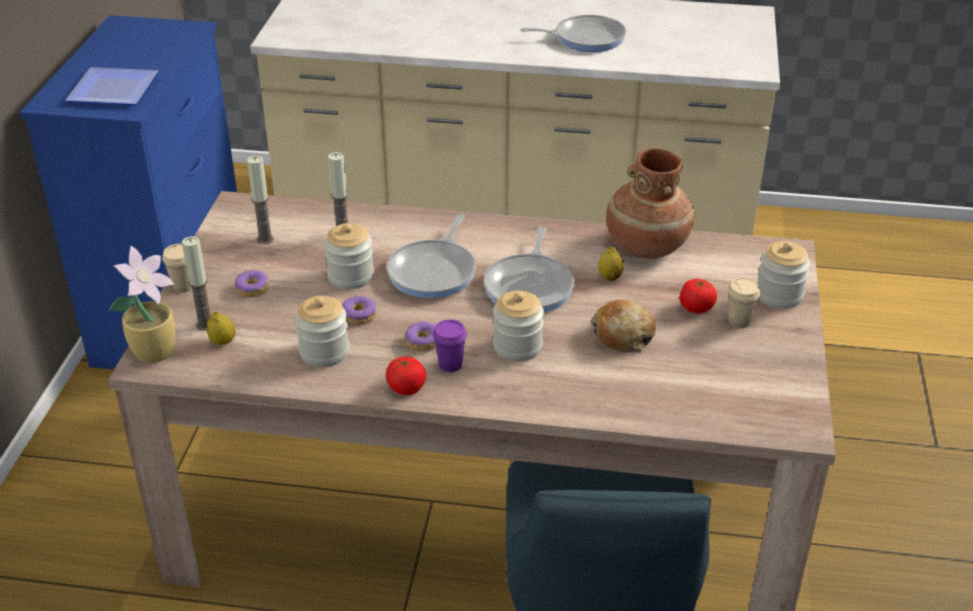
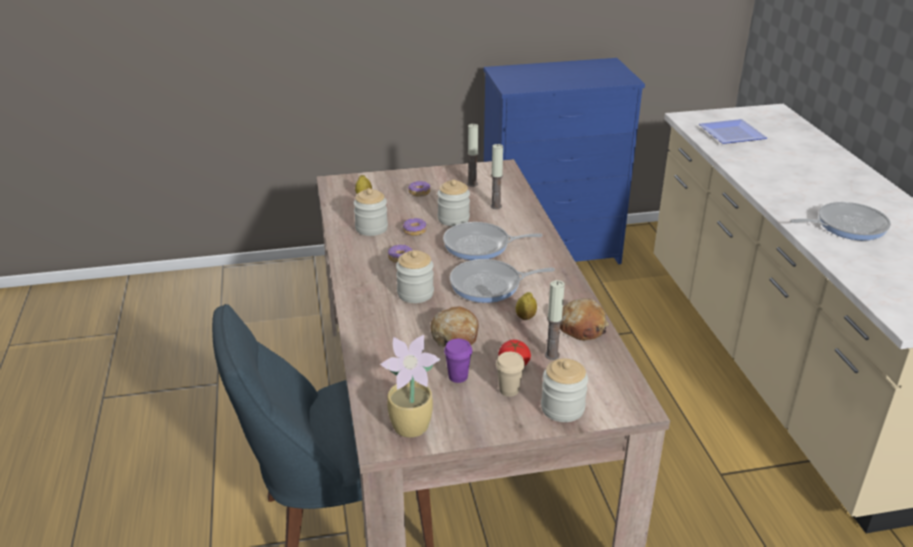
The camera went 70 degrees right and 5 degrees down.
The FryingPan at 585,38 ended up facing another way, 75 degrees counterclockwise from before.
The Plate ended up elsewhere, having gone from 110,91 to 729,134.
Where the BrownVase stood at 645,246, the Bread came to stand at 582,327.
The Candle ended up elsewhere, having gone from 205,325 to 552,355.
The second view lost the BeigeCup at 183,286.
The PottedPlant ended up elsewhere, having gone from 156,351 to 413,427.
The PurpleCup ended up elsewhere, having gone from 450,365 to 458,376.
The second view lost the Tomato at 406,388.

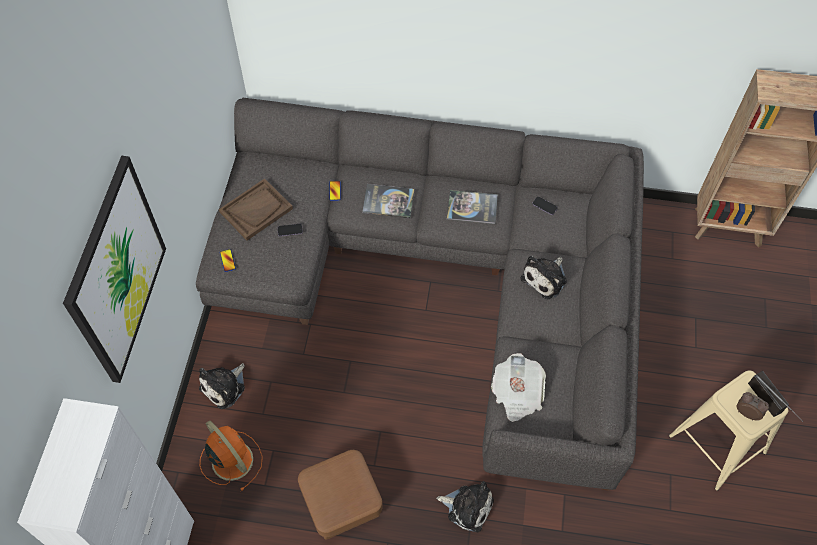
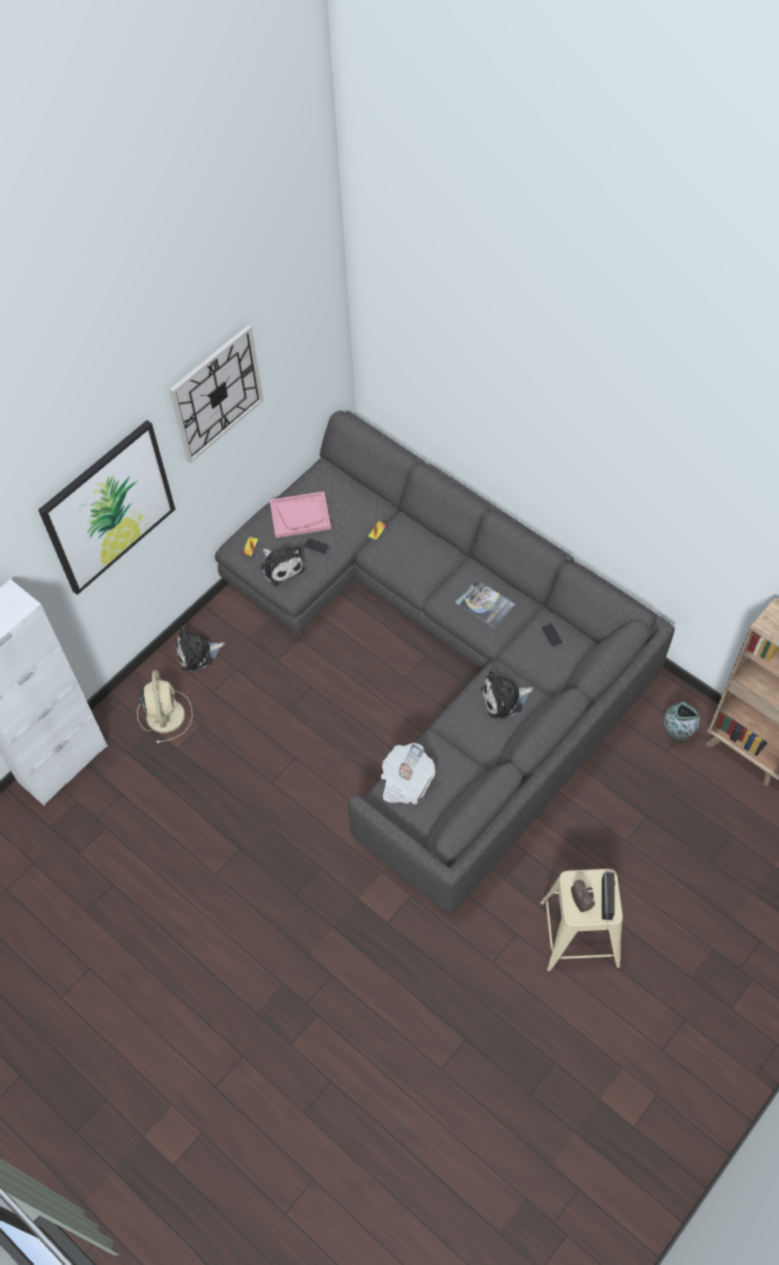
The camera went 35 degrees right and 0 degrees up.
What was the BrownTray at 256,210 turned into the PinkTray at 300,515.
The second view lost the Book at 388,201.
What was the OrangeFan at 231,459 turned into the BeigeFan at 165,714.
The second view lost the BrownOttoman at 342,504.
The PlushToy ended up elsewhere, having gone from 467,507 to 281,566.
The second view gained the WallClock at 216,394.
The second view gained the Vase at 676,732.

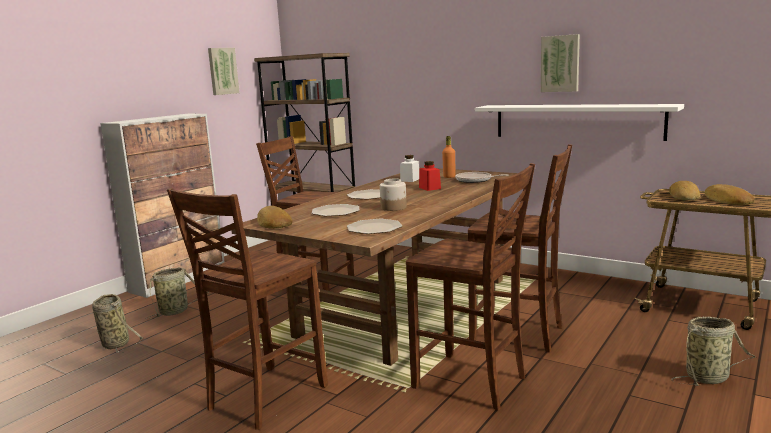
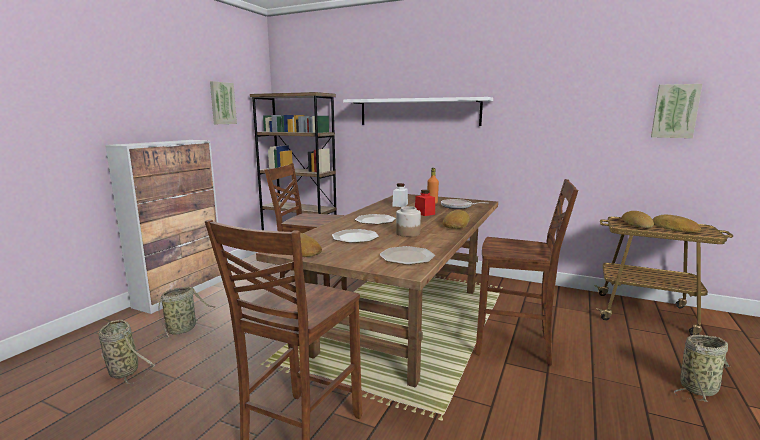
The camera went 10 degrees left and 0 degrees up.
The Picture ended up elsewhere, having gone from 560,63 to 675,111.
The WhiteShelf ended up elsewhere, having gone from 576,121 to 418,112.
The second view lost the BrownChair at 471,382.
The second view gained the Bread at 455,224.

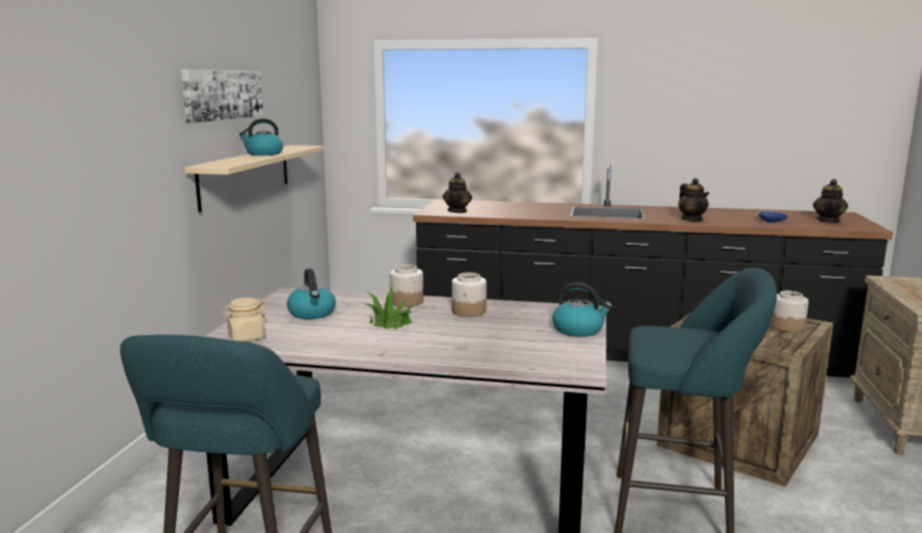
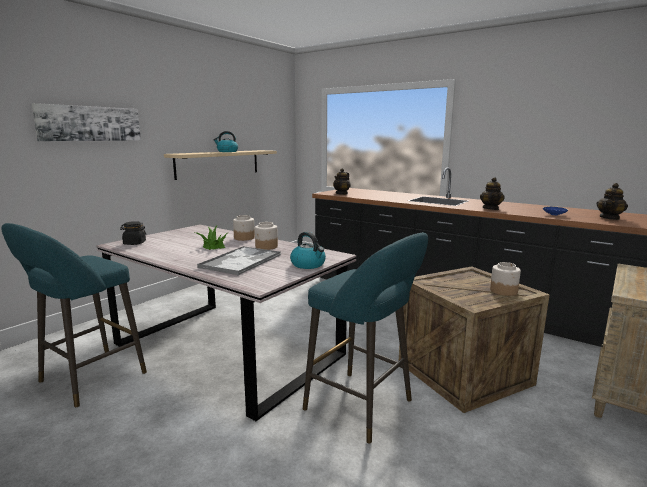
The camera went 25 degrees right and 0 degrees up.
The Picture ended up elsewhere, having gone from 223,94 to 90,123.
The second view lost the Kettle at 312,313.
What was the BeigeJar at 246,337 turned into the BlackJar at 134,243.
The second view gained the Tray at 241,261.

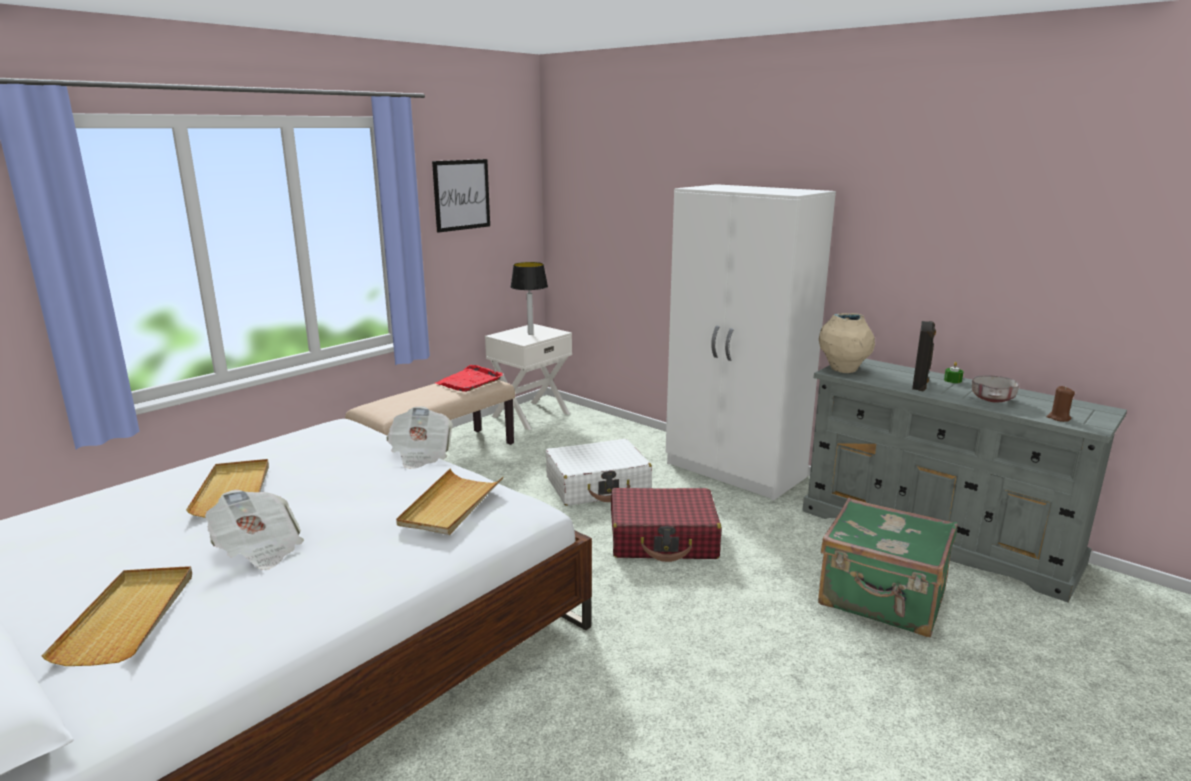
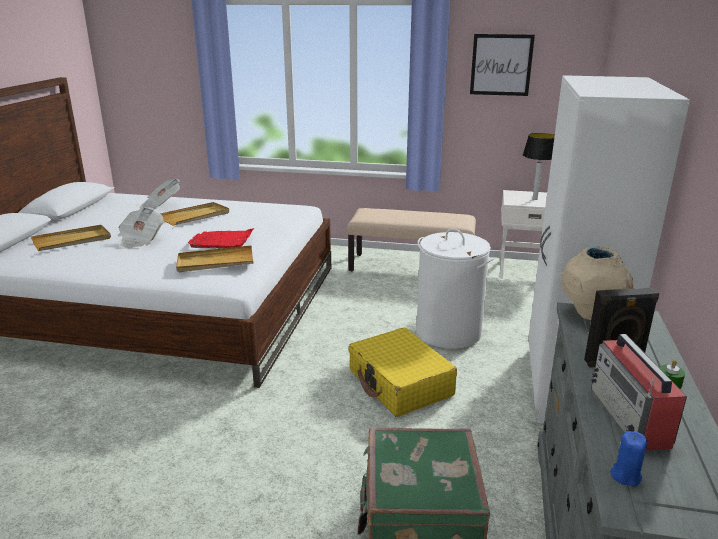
The camera went 60 degrees right and 5 degrees up.
The RedTray ended up elsewhere, having gone from 469,381 to 222,241.
Where the GreyBowl stood at 992,399, the Radio came to stand at 630,417.
What was the BrownCandle at 1058,418 turned into the BlueCandle at 625,475.
The Newspaper ended up elsewhere, having gone from 421,454 to 161,205.
Where the WhiteSuitcase stood at 598,486, the WhiteLaundryBasket came to stand at 449,332.
What was the RedSuitcase at 663,539 turned into the YellowSuitcase at 400,383.

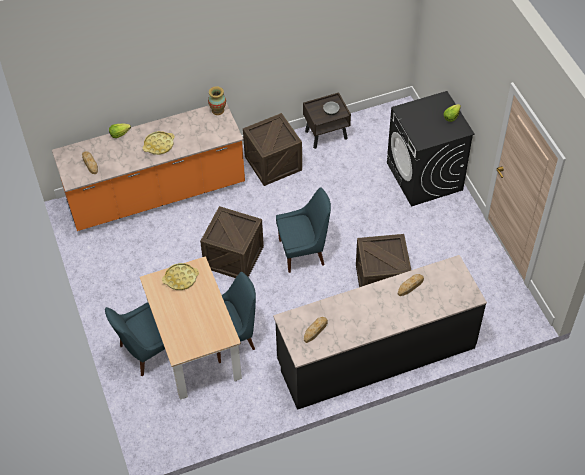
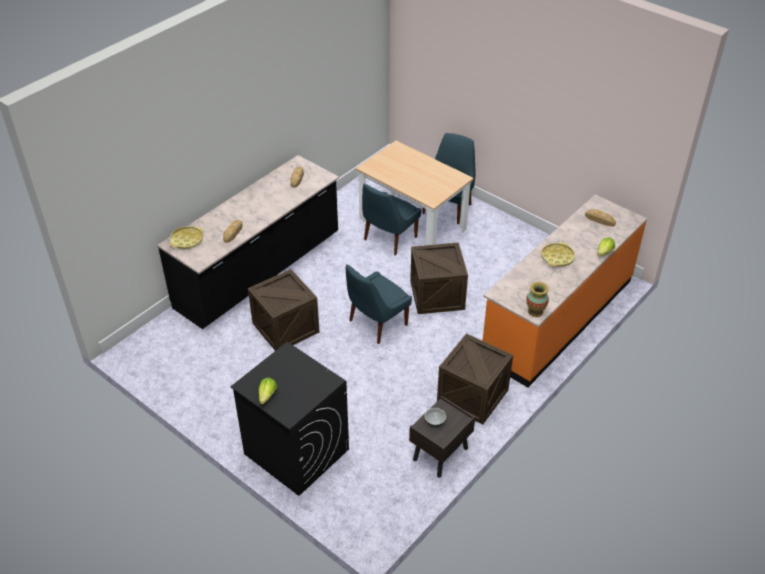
The camera went 150 degrees right and 10 degrees down.
The YellowTray ended up elsewhere, having gone from 180,278 to 187,240.

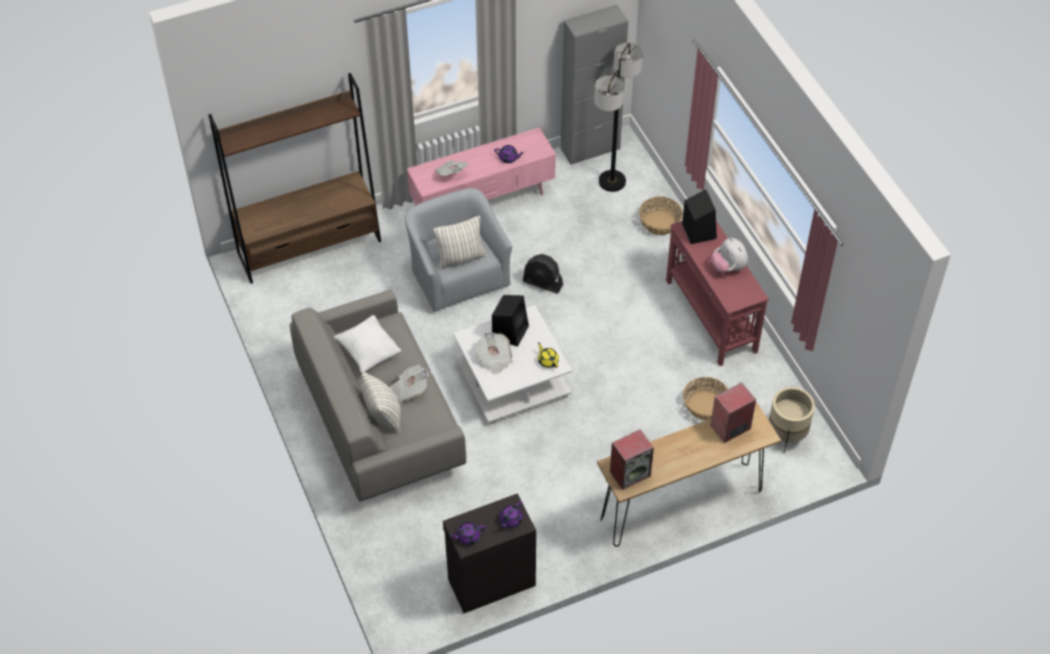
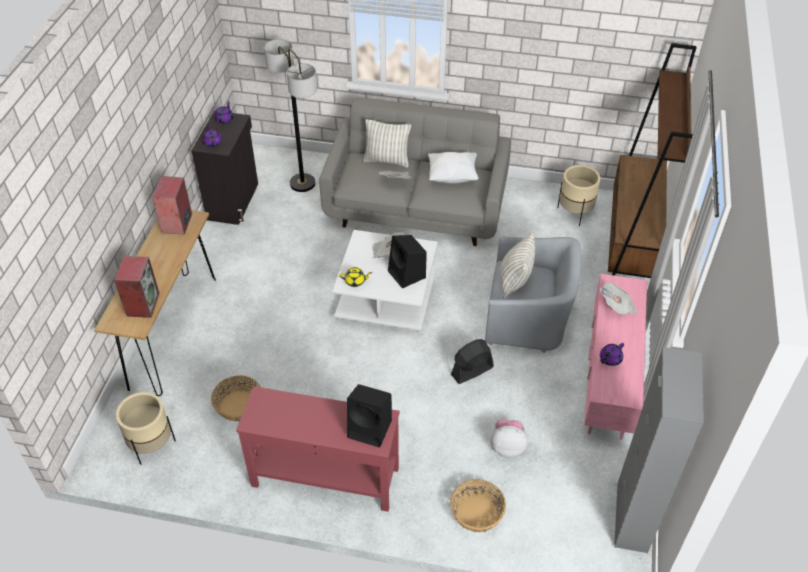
The camera went 125 degrees right and 5 degrees down.
The FloorLamp ended up elsewhere, having gone from 612,181 to 302,183.
The PlushToy ended up elsewhere, having gone from 728,267 to 507,447.
The second view gained the BeigePlanter at 575,213.

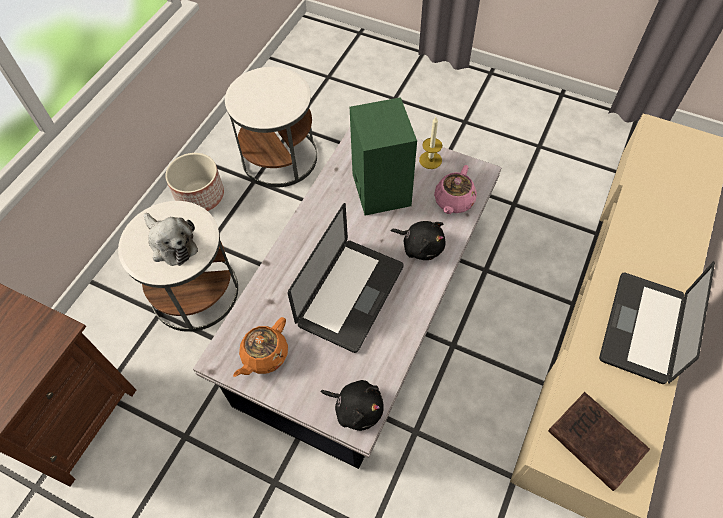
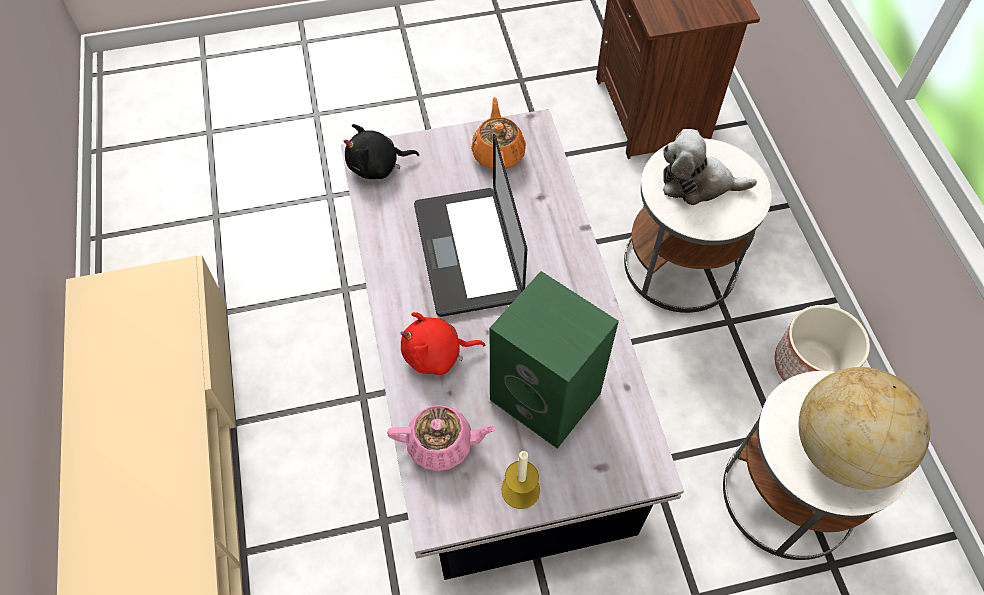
The camera went 140 degrees right and 0 degrees up.
The PinkTeapot at 453,201 ended up facing another way, 105 degrees clockwise from before.
What was the BlackPlushToy at 420,246 turned into the RedPlushToy at 437,354.
The second view lost the Laptop at 642,328.
The second view lost the BrownBook at 593,440.
The second view gained the Globe at 841,449.

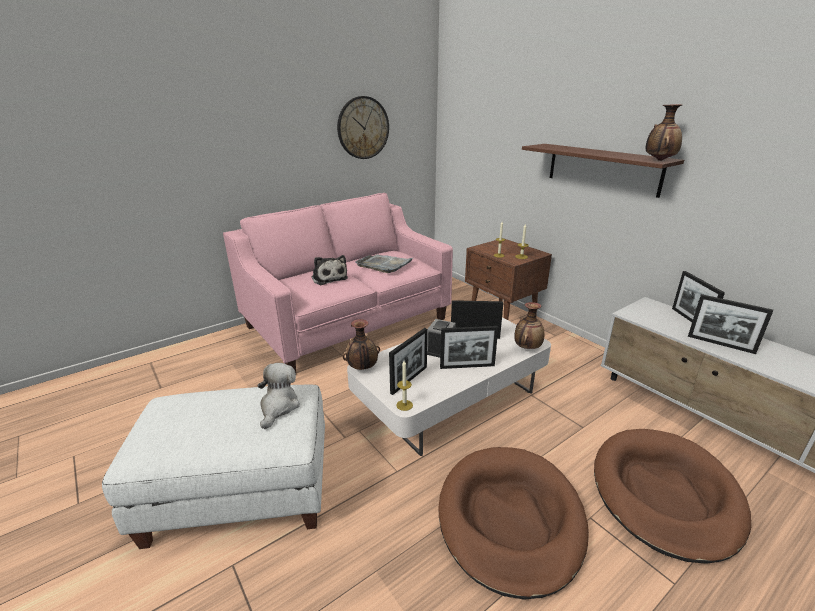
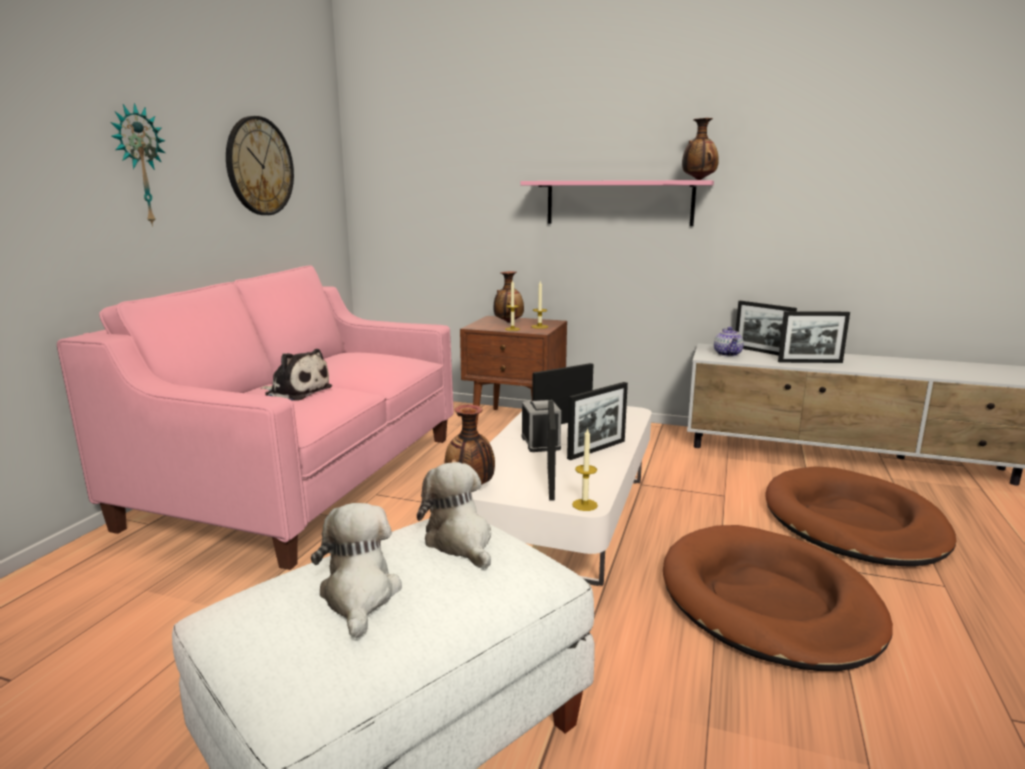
The camera went 35 degrees left and 10 degrees down.
What was the BrownShelf at 602,169 turned into the PinkShelf at 619,203.
The second view lost the GreyTray at 384,264.
The Vase ended up elsewhere, having gone from 527,347 to 508,322.
The second view gained the WallClock at 139,166.
The second view gained the Teapot at 728,354.
The second view gained the PlushToy at 359,595.

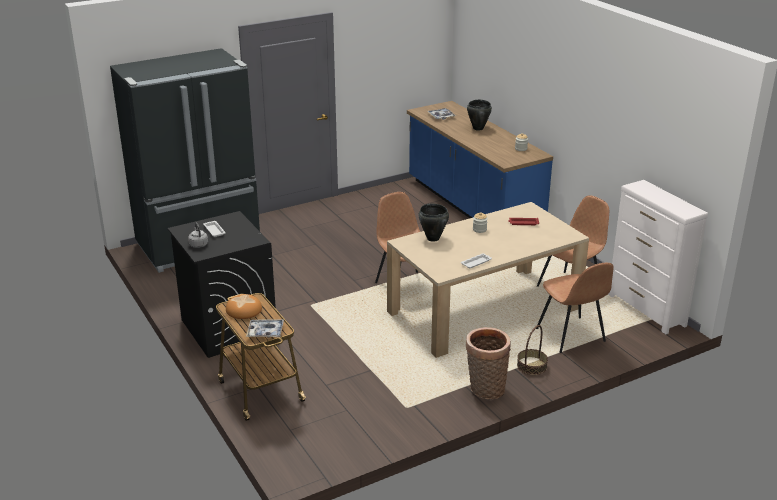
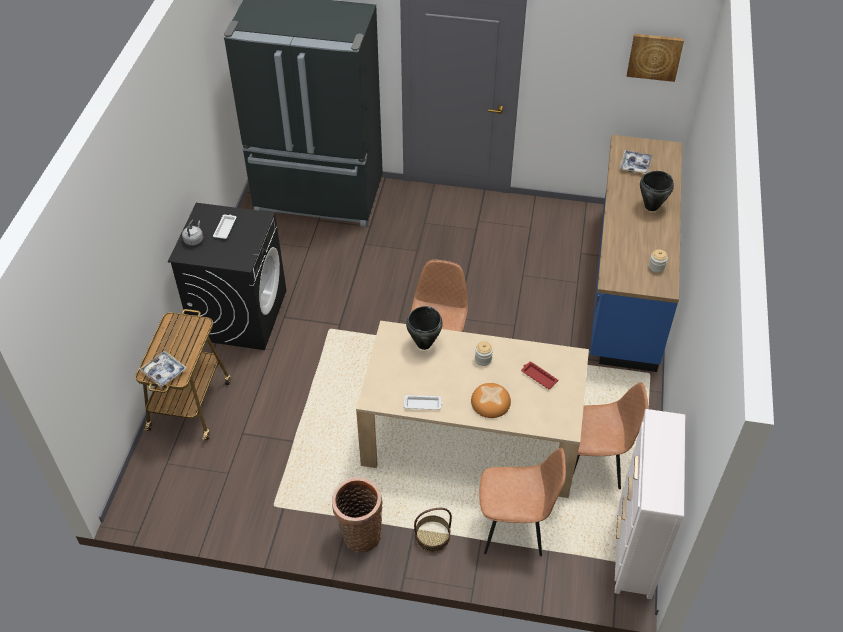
The camera went 40 degrees right and 20 degrees up.
The BrownChair at 571,336 ended up facing another way, 105 degrees counterclockwise from before.
The Bread ended up elsewhere, having gone from 244,310 to 491,402.
The second view gained the Picture at 654,56.

